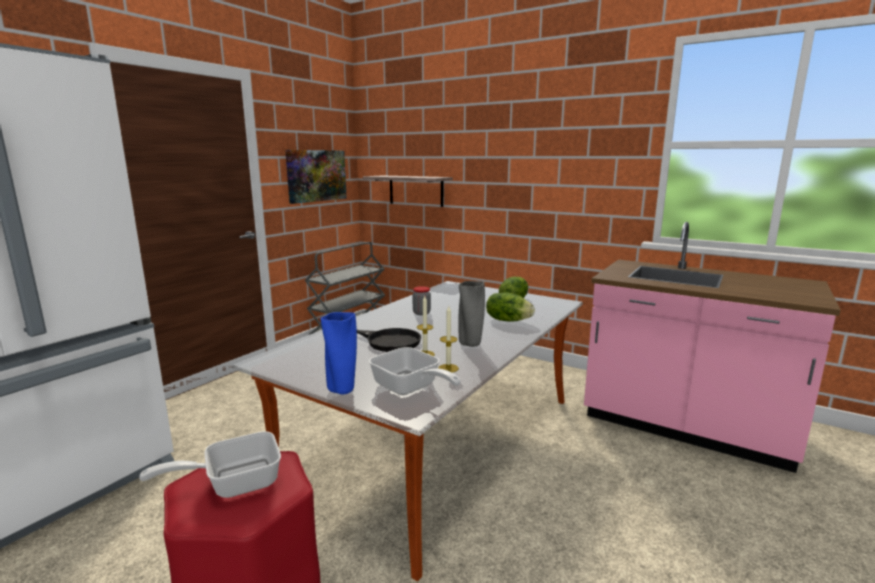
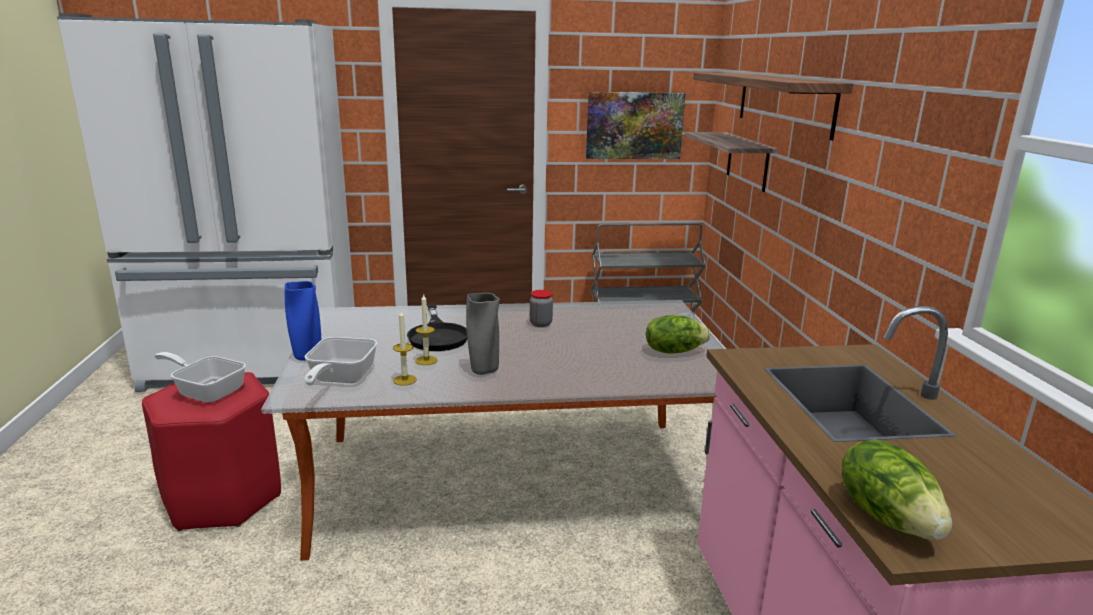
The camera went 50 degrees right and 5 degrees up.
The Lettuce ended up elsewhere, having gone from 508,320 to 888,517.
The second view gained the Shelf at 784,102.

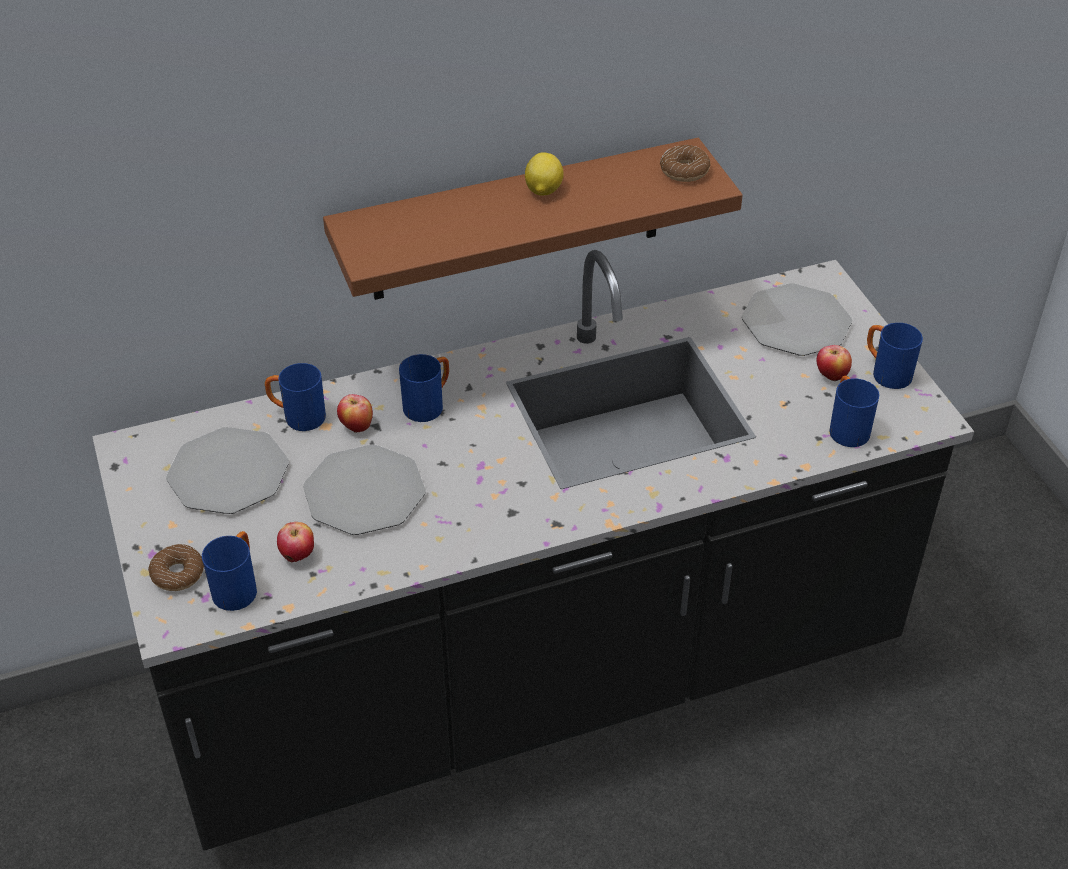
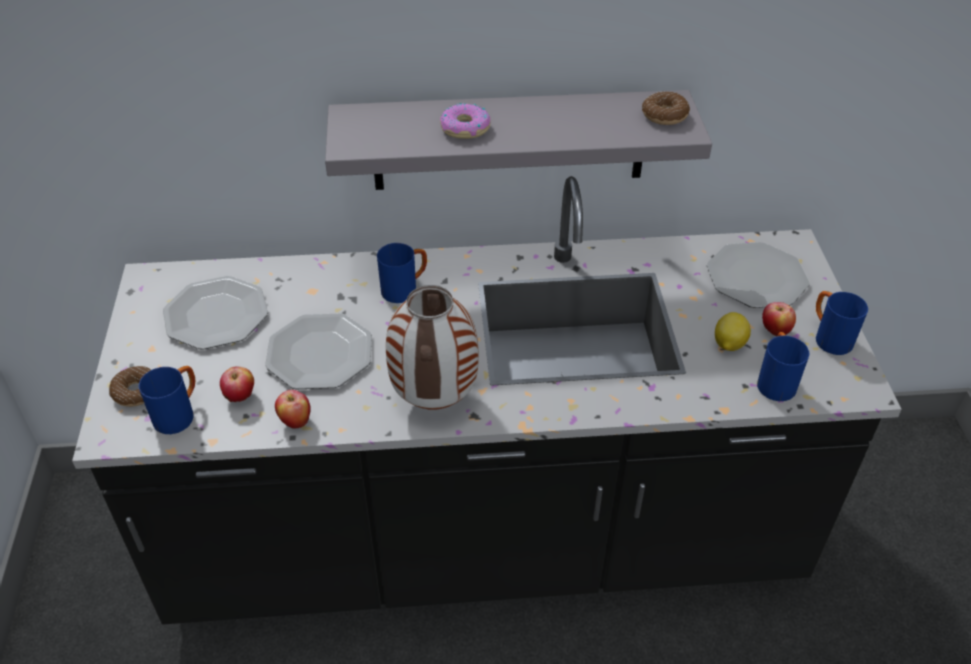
The camera went 15 degrees right and 0 degrees up.
What was the BrownShelf at 517,221 turned into the GreyShelf at 509,140.
The Lemon ended up elsewhere, having gone from 543,190 to 728,344.
The second view lost the BlueMug at 297,417.
The Apple ended up elsewhere, having gone from 356,427 to 295,421.
The second view gained the Donut at 465,128.
The second view gained the Vase at 436,401.

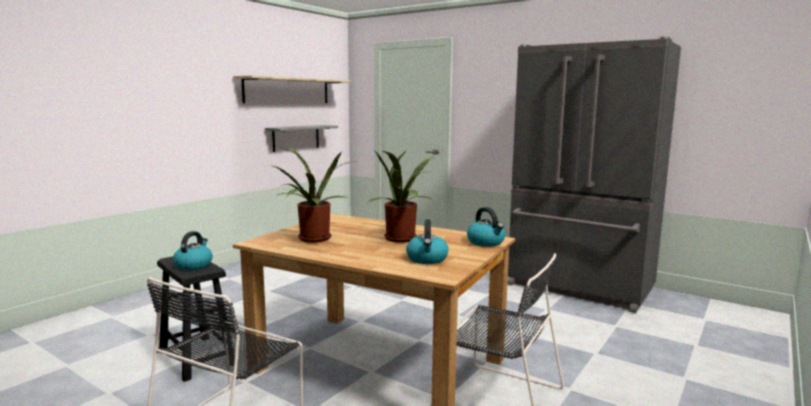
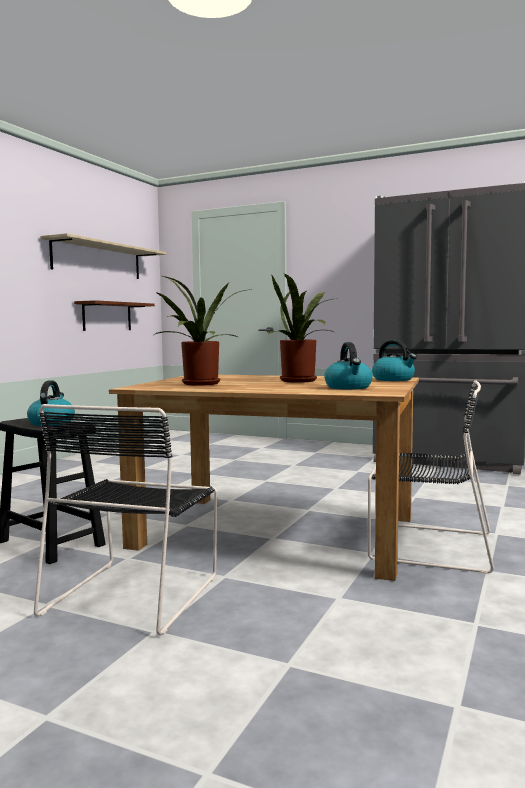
The camera went 10 degrees left and 5 degrees down.
What was the GreyShelf at 296,138 turned into the BrownShelf at 107,316.

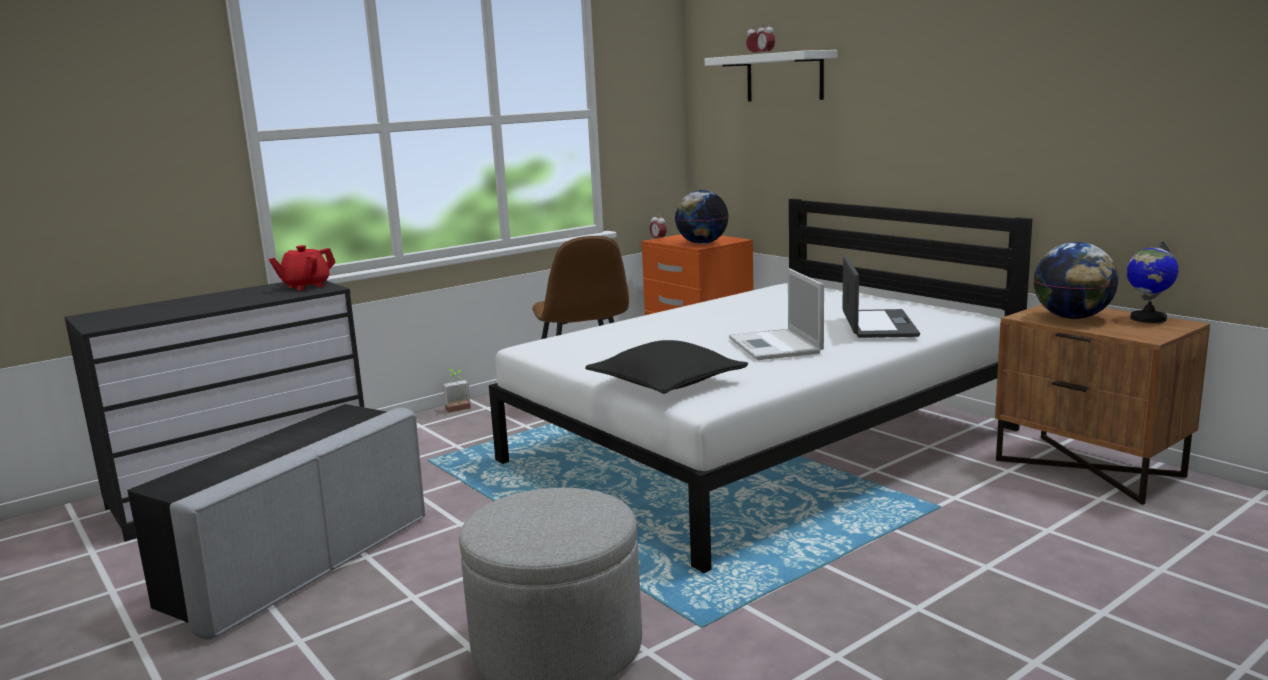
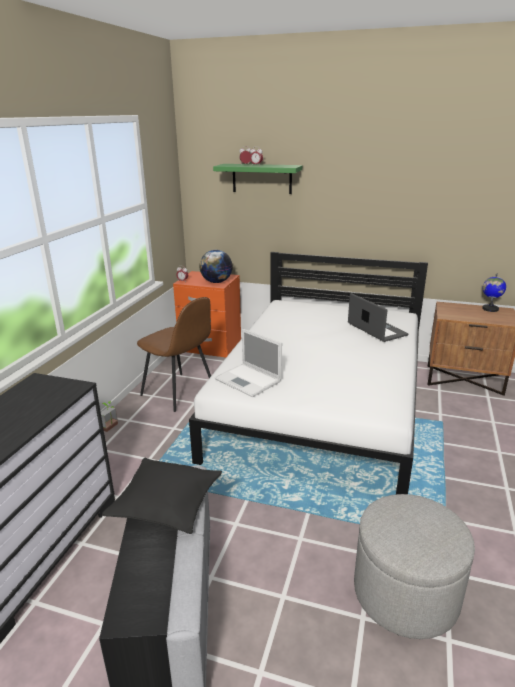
The camera went 35 degrees left and 10 degrees up.
What was the WhiteShelf at 784,77 turned into the GreenShelf at 262,178.
The second view lost the Globe at 1072,318.
The second view lost the RedTeapot at 305,286.
The Laptop ended up elsewhere, having gone from 776,346 to 249,380.
The BlackPillow ended up elsewhere, having gone from 666,383 to 166,503.

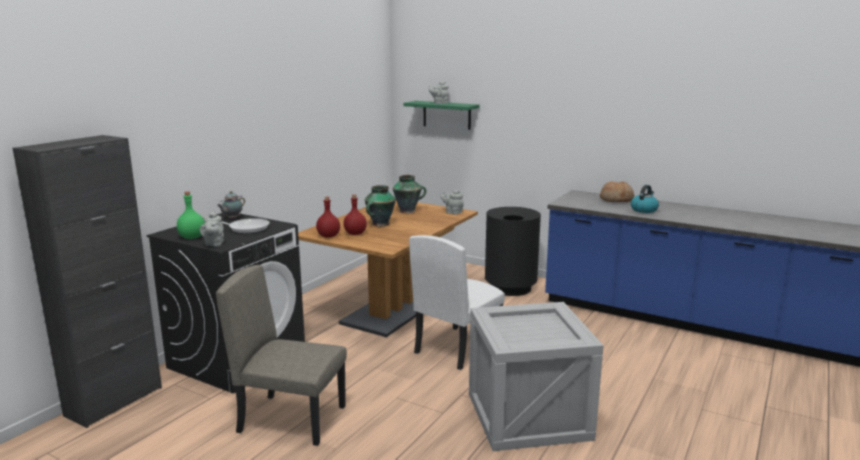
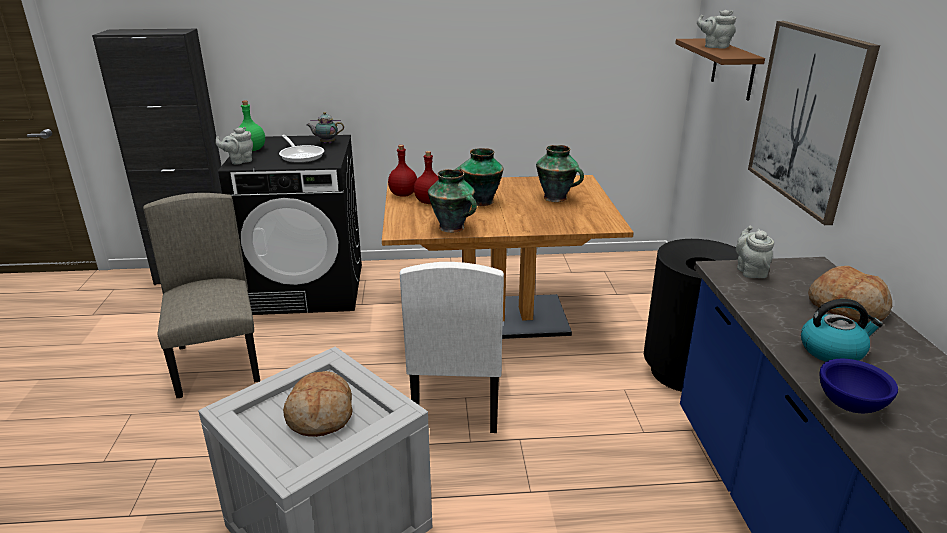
The camera went 55 degrees right and 10 degrees up.
What was the GreenShelf at 446,115 turned into the BrownShelf at 733,69.
The GreyTeapot ended up elsewhere, having gone from 452,212 to 750,271.
The WhiteChair at 457,347 ended up facing another way, 90 degrees counterclockwise from before.
The second view gained the Picture at 807,117.
The second view gained the Vase at 453,228.
The second view gained the BlueBowl at 850,404.
The second view gained the Bread at 320,415.

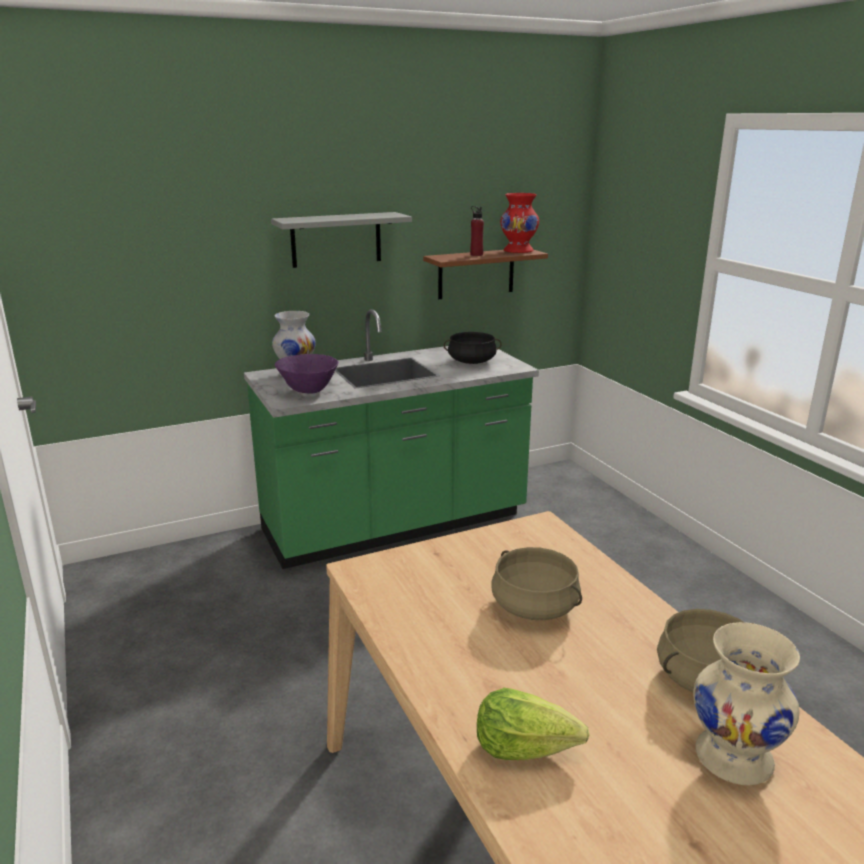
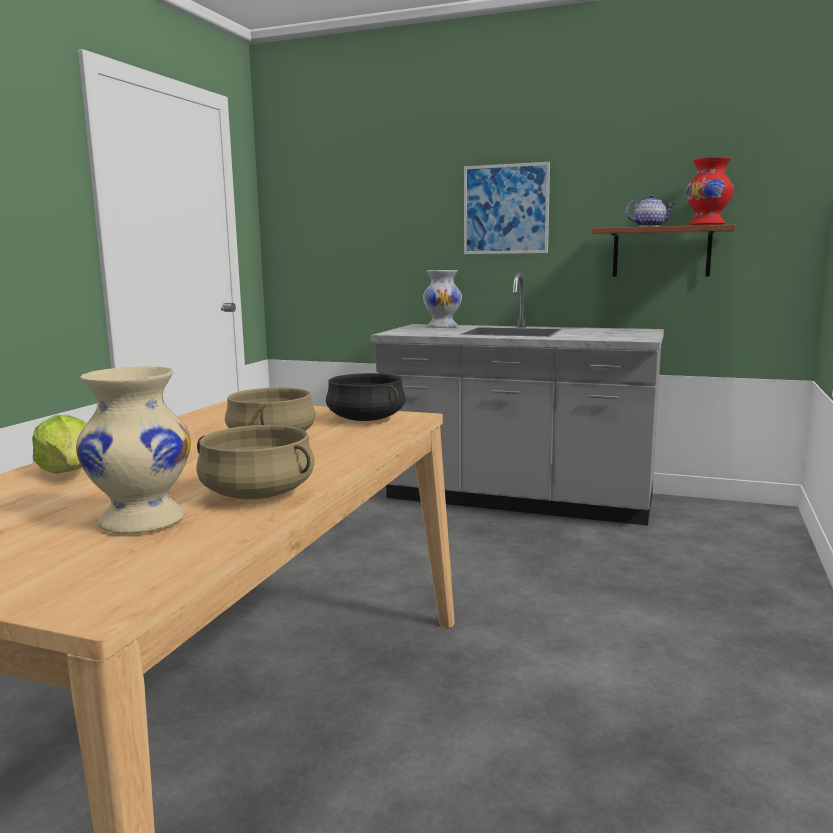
The camera went 45 degrees right and 10 degrees down.
Where the RedBottle stood at 476,255, the Teapot came to stand at 649,226.
Where the GreyShelf hung at 336,239, the Picture came to hang at 505,209.
What was the GreenCounter at 395,526 turned into the GreyCounter at 516,500.
The BlackCookingPot ended up elsewhere, having gone from 471,362 to 365,419.
The second view lost the PurpleBowl at 308,391.

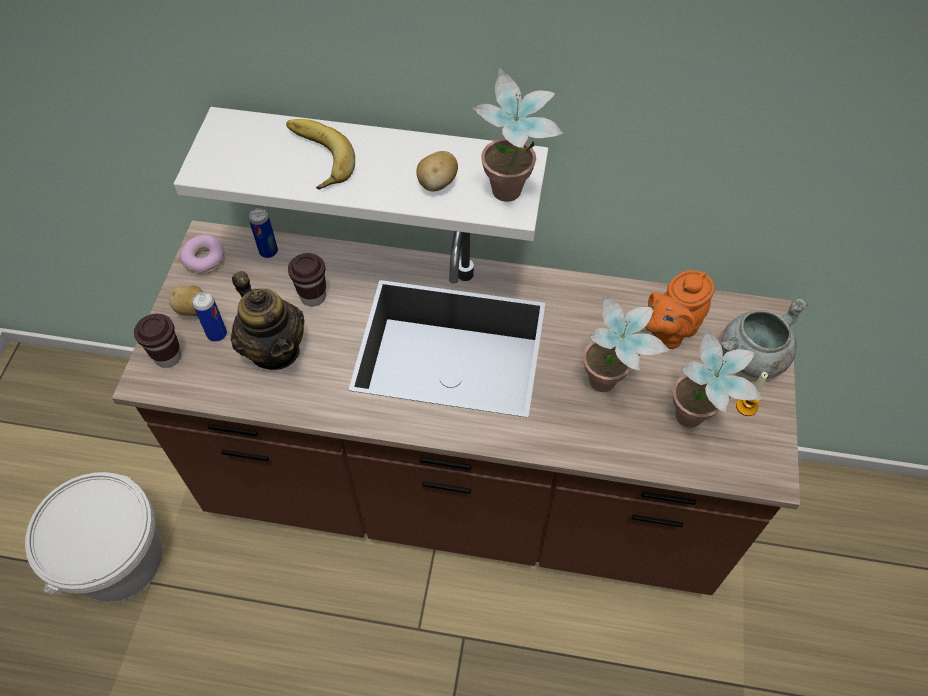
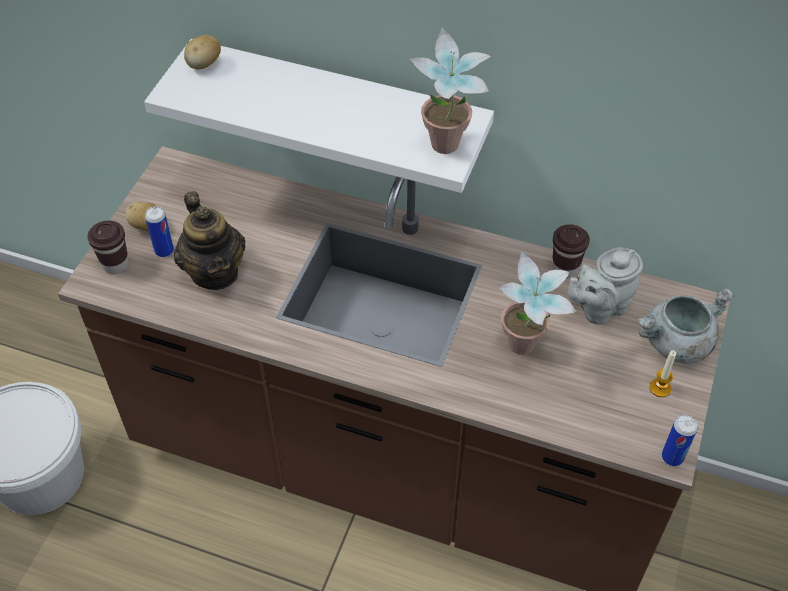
The camera went 10 degrees right and 5 degrees down.
The second view lost the Banana at 315,158.
The Potato ended up elsewhere, having gone from 437,184 to 204,65.
The Can ended up elsewhere, having gone from 268,251 to 672,457.
The second view lost the Donut at 205,259.
The BrownCup ended up elsewhere, having gone from 313,296 to 565,269.
What was the OrangeTeapot at 669,331 turned into the GreyTeapot at 599,308.
The second view lost the PottedPlant at 692,425.

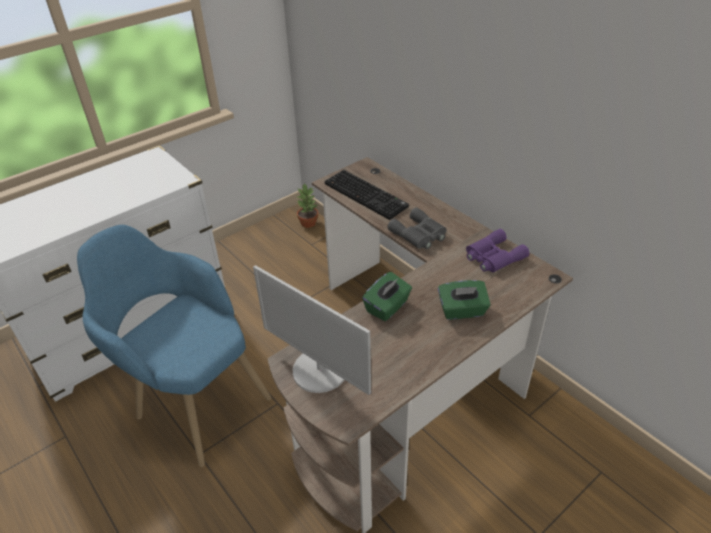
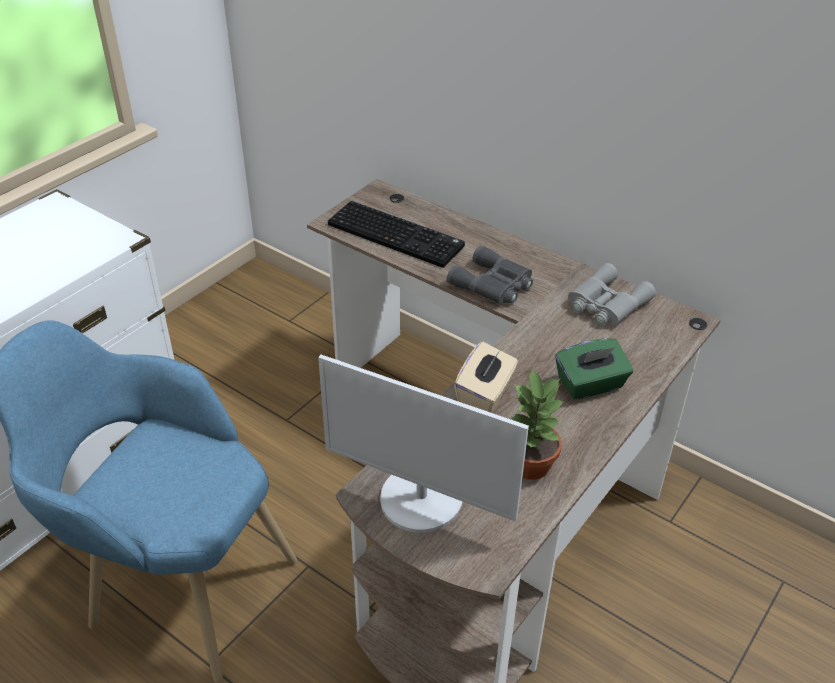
The camera went 15 degrees left and 0 degrees up.
The PottedPlant ended up elsewhere, having gone from 308,223 to 530,464.
What was the PurpleBinoculars at 492,257 turned into the GreyBinoculars at 606,304.
What was the GreenTissueBox at 387,307 turned into the BeigeTissueBox at 485,394.

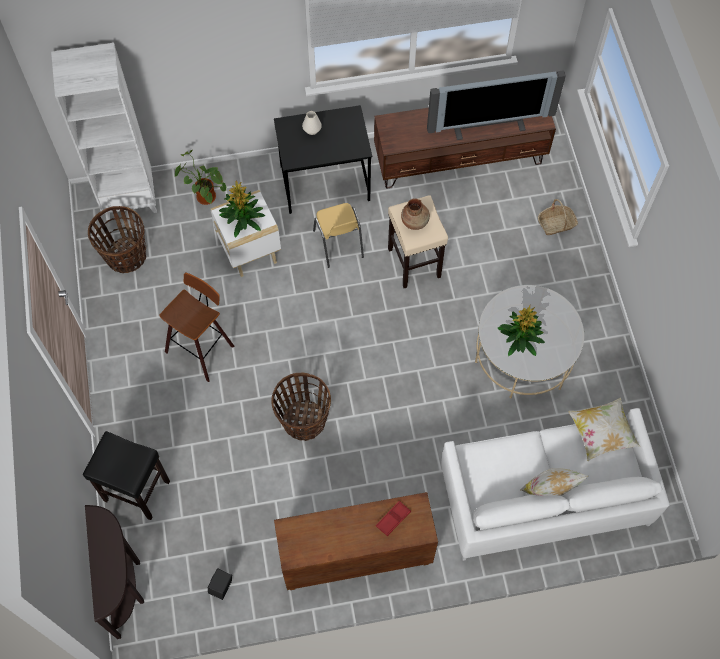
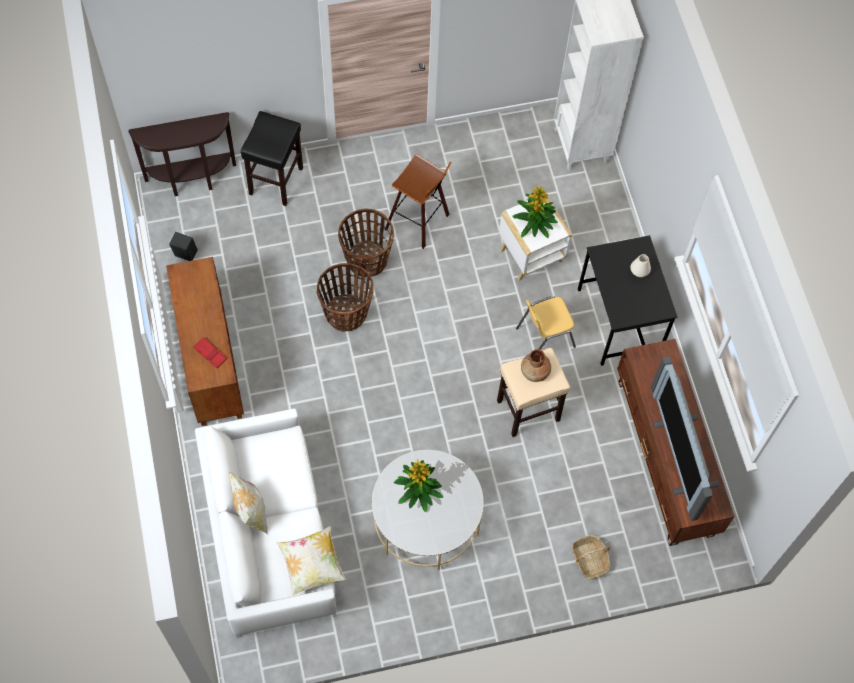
The camera went 85 degrees right and 0 degrees up.
The second view lost the PottedPlant at 204,197.
The Basket ended up elsewhere, having gone from 126,256 to 366,259.

